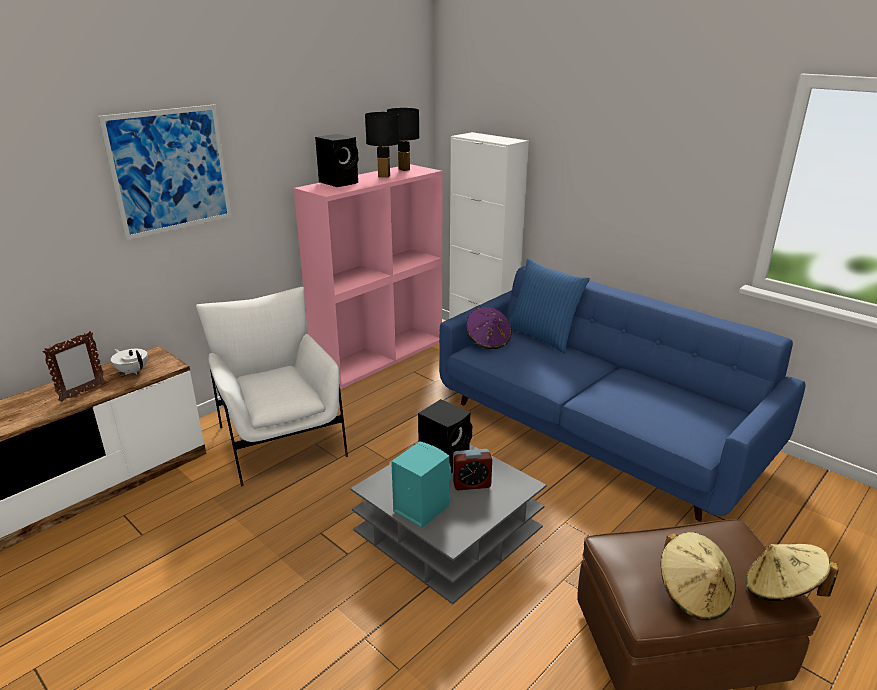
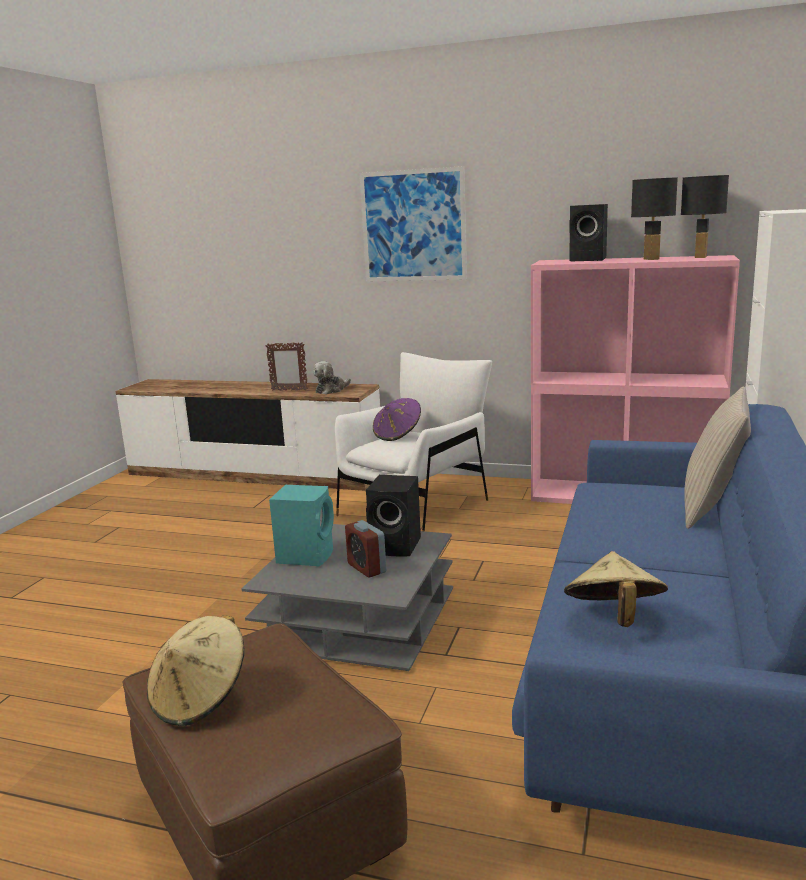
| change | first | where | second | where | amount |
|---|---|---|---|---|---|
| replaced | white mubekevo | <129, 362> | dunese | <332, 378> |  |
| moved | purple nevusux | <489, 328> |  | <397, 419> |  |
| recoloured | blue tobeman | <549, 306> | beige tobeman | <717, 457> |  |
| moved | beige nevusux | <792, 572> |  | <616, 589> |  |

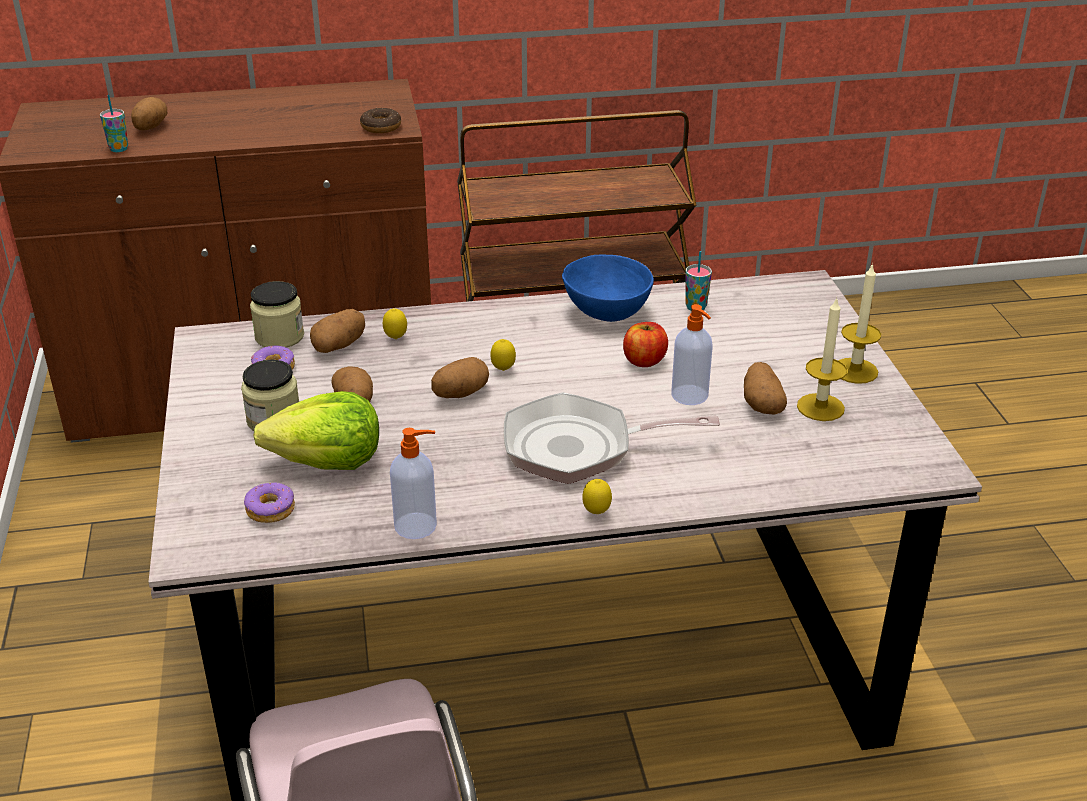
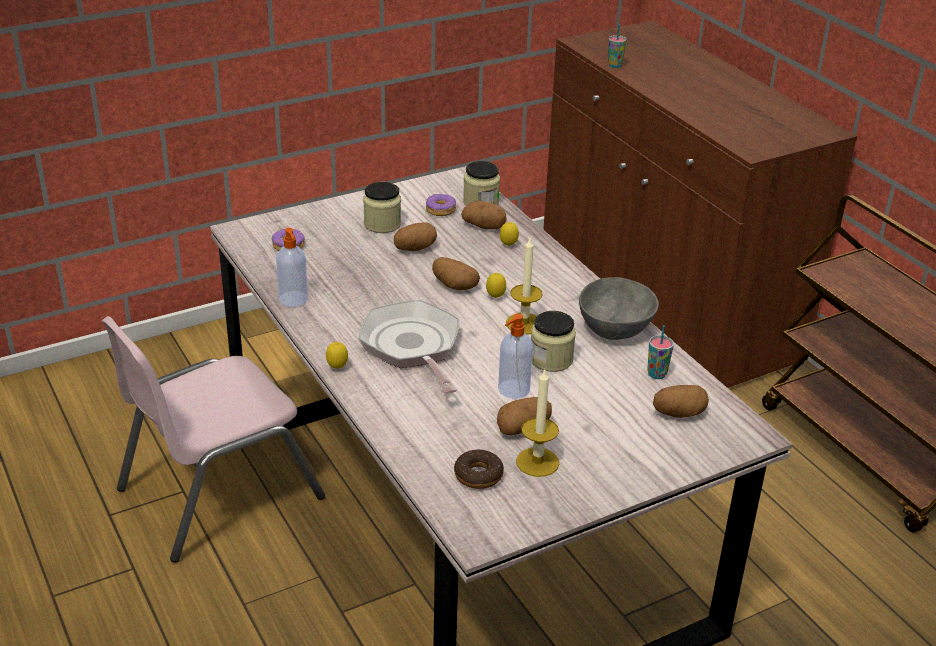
| change | first | where | second | where | amount |
|---|---|---|---|---|---|
| moved | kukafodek | <149, 113> |  | <681, 401> |  |
| removed | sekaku | <316, 430> |  |  |  |
| moved | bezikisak | <380, 120> |  | <479, 469> |  |
| recoloured | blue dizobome | <608, 288> | grey dizobome | <619, 308> |  |
| replaced | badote | <645, 344> | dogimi | <553, 341> |  |
| moved | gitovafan | <859, 323> |  | <524, 286> |  |

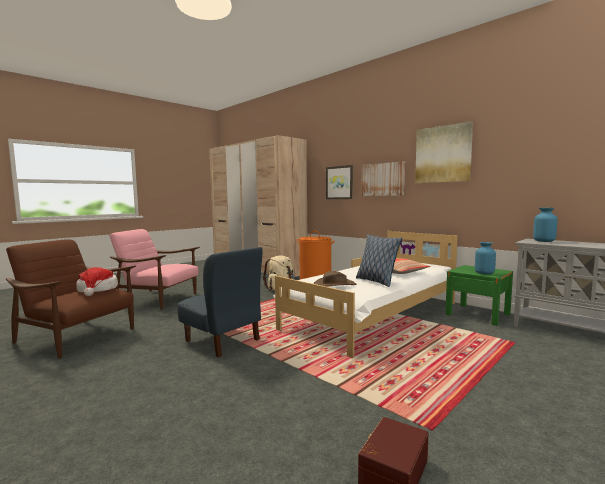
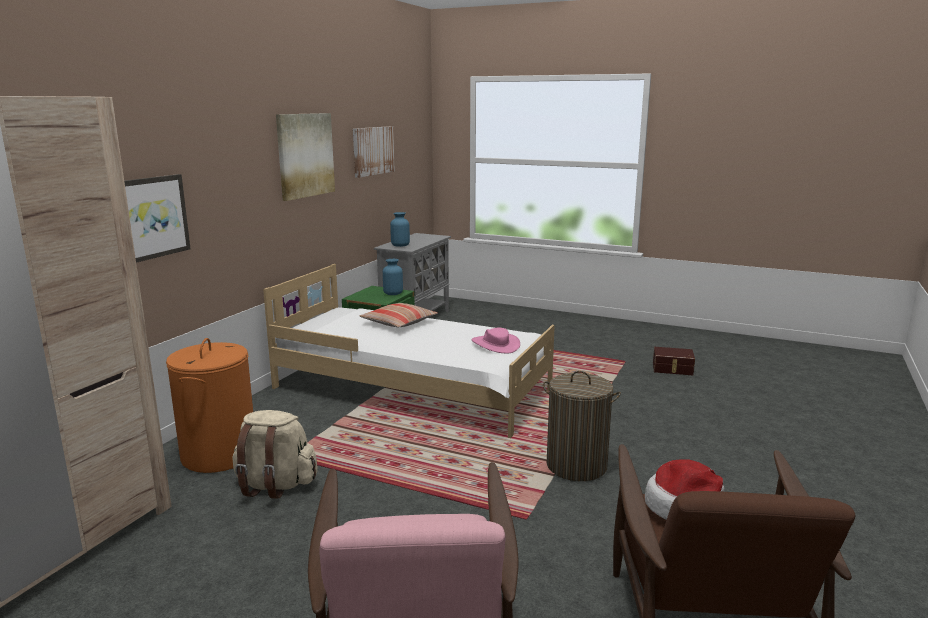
| change | first | where | second | where | amount |
|---|---|---|---|---|---|
| replaced | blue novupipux | <220, 302> | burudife | <582, 426> |  |
| recoloured | brown nevusux | <334, 279> | pink nevusux | <496, 341> |  |
| removed | tobeman | <379, 260> |  |  |  |
| moved | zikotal | <383, 178> |  | <374, 152> |  |

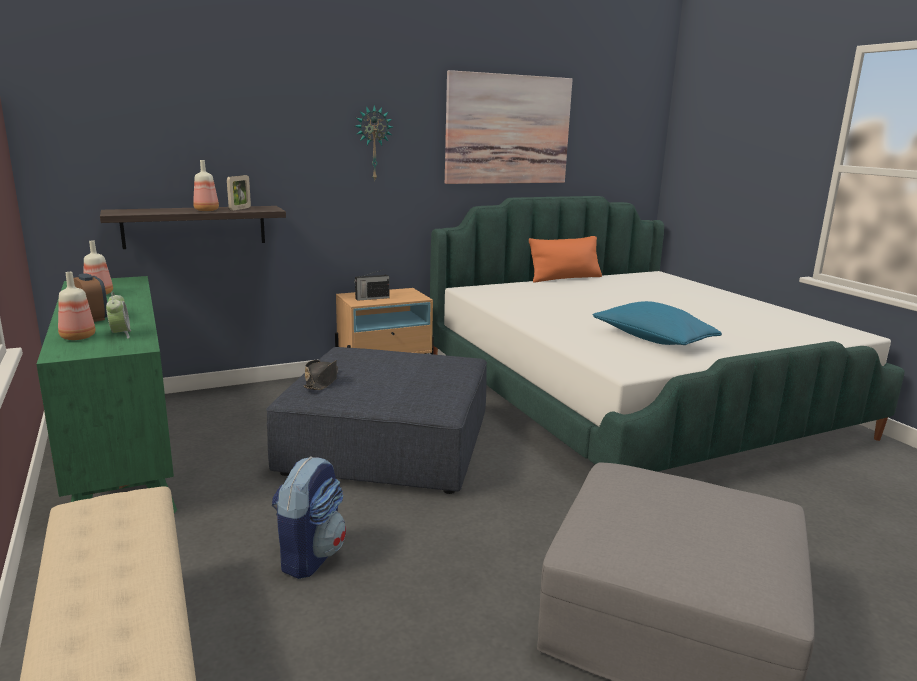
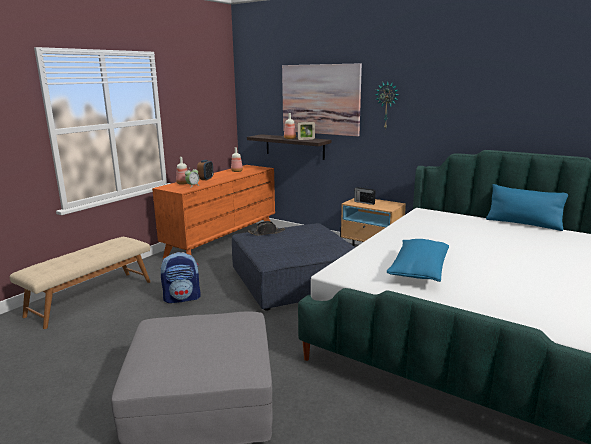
| change | first | where | second | where | amount |
|---|---|---|---|---|---|
| recoloured | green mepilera | <106, 394> | orange mepilera | <213, 212> |  |
| moved | zikotal | <509, 127> |  | <322, 99> |  |
| recoloured | orange tobeman | <565, 259> | blue tobeman | <527, 207> |  |

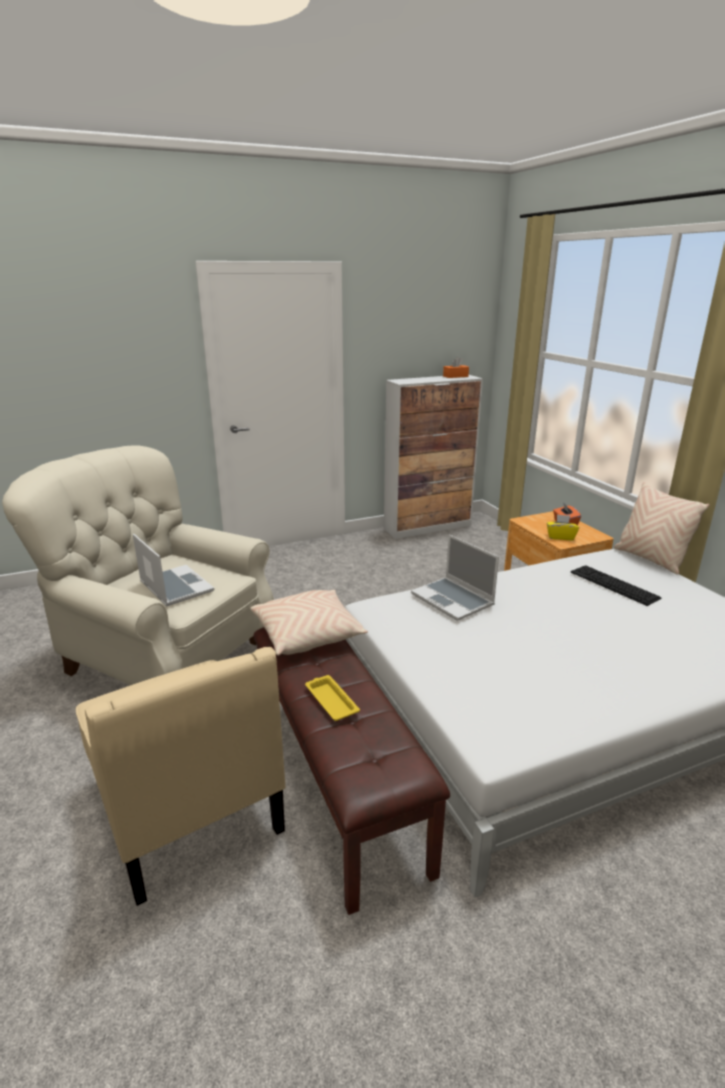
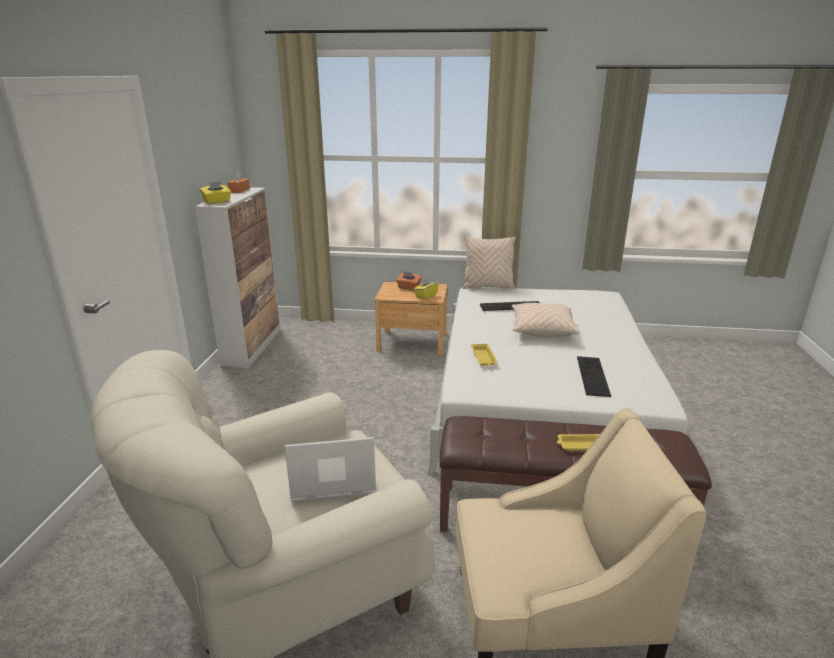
| change | first | where | second | where | amount |
|---|---|---|---|---|---|
| moved | beige tobeman | <309, 623> |  | <546, 320> |  |
| replaced | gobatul | <455, 577> | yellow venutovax | <484, 355> |  |
| added |  |  | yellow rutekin | <215, 193> |  |
| added |  |  | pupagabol | <594, 376> |  |

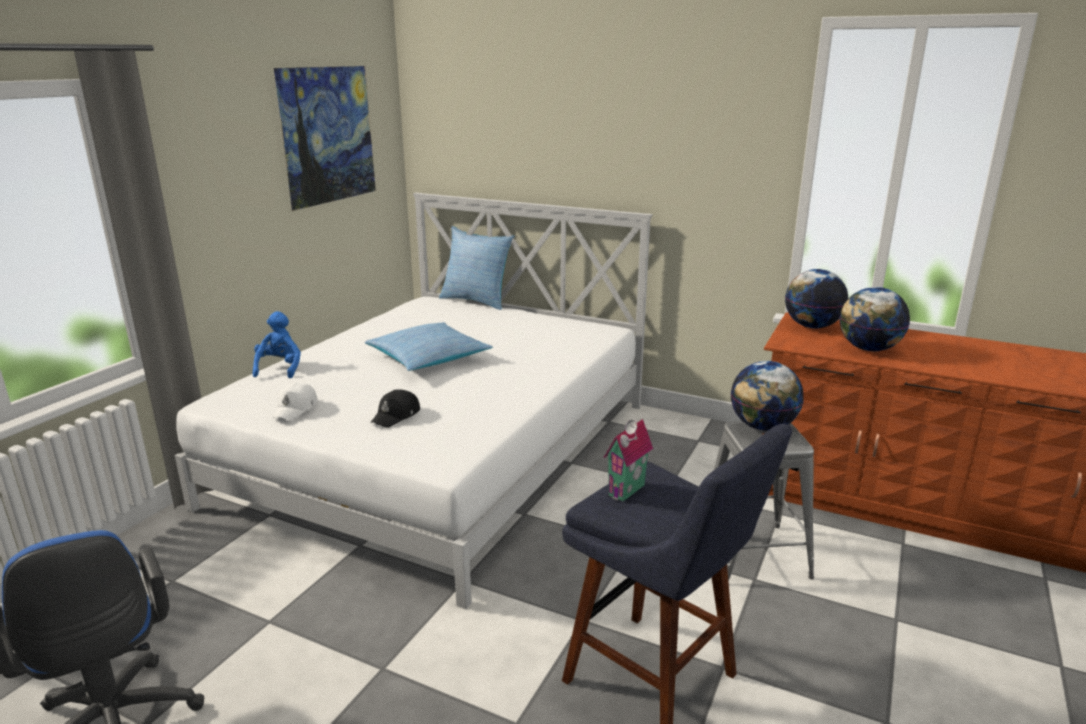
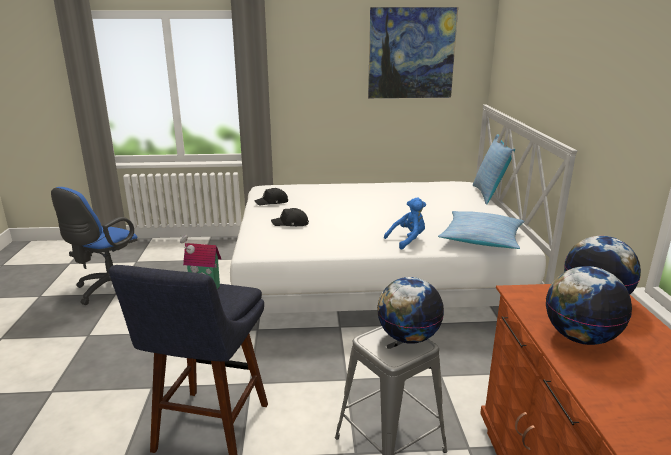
| change | first | where | second | where | amount |
|---|---|---|---|---|---|
| moved | blue dunese | <277, 344> |  | <405, 223> |  |
| recoloured | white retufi | <295, 401> | black retufi | <271, 197> |  |
| moved | tobeman | <429, 346> |  | <481, 230> |  |

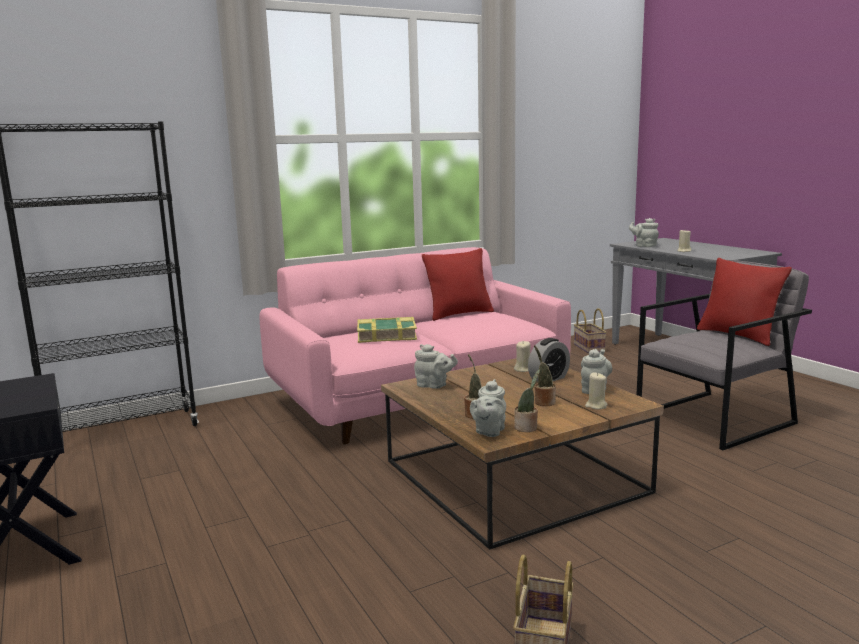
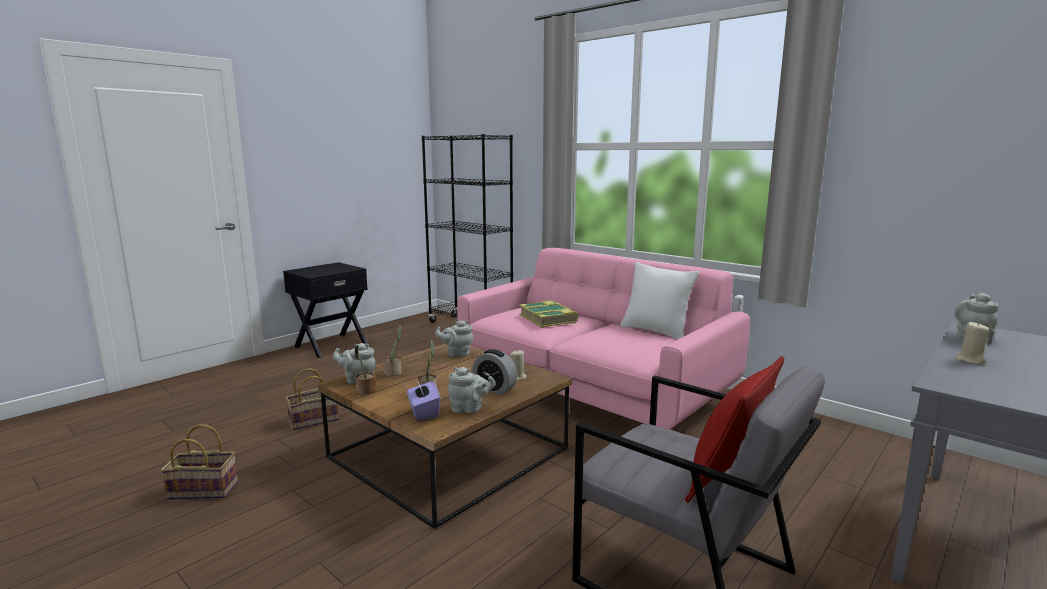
| change | first | where | second | where | amount |
|---|---|---|---|---|---|
| turned | grey mubekevo | <436, 366> |  | <454, 338> | 75 degrees clockwise |
| recoloured | red tobeman | <458, 284> | white tobeman | <659, 301> |  |
| moved | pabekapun | <590, 330> |  | <312, 399> |  |
| replaced | beige gitovafan | <596, 390> | purple rutekin | <423, 399> |  |

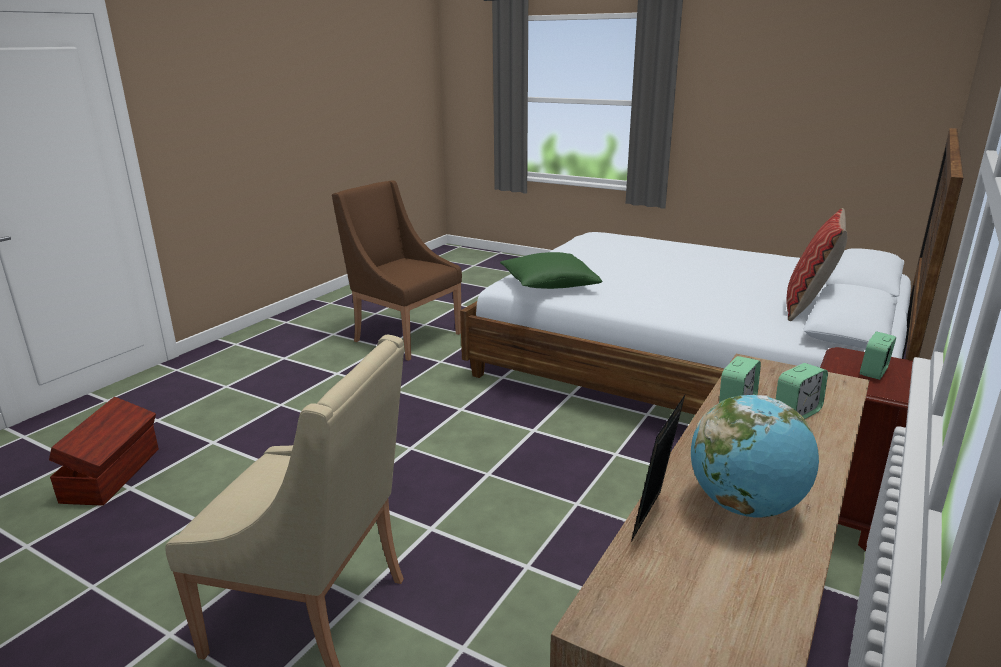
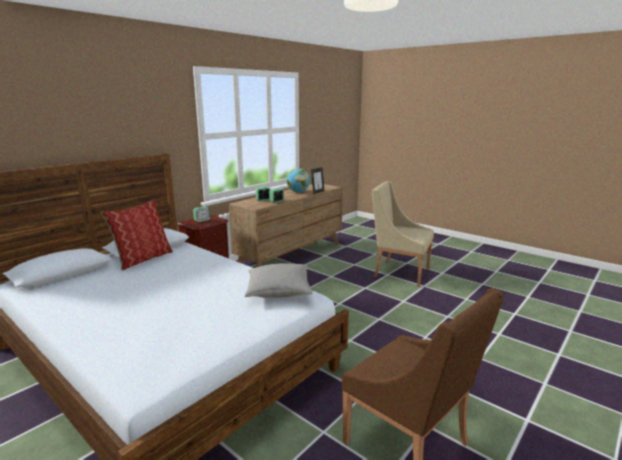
| change | first | where | second | where | amount |
|---|---|---|---|---|---|
| removed | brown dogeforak | <104, 451> |  |  |  |
| recoloured | green tobeman | <551, 270> | grey tobeman | <279, 281> |  |

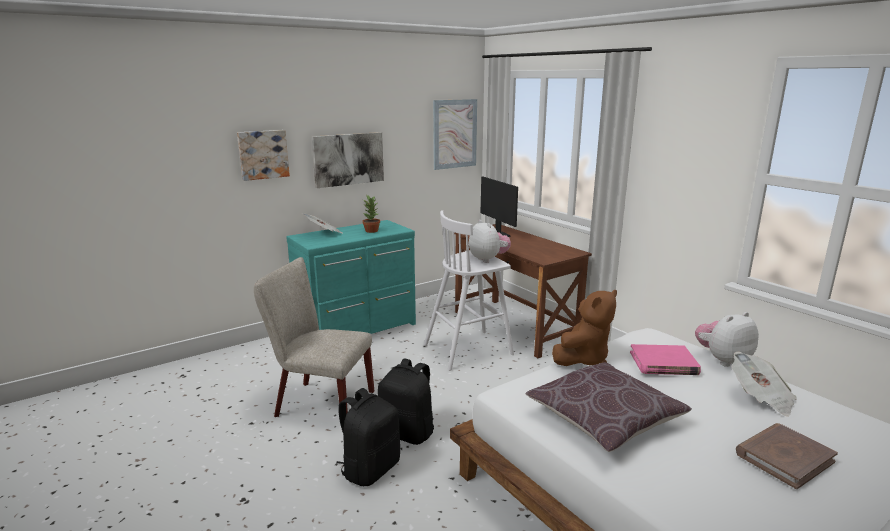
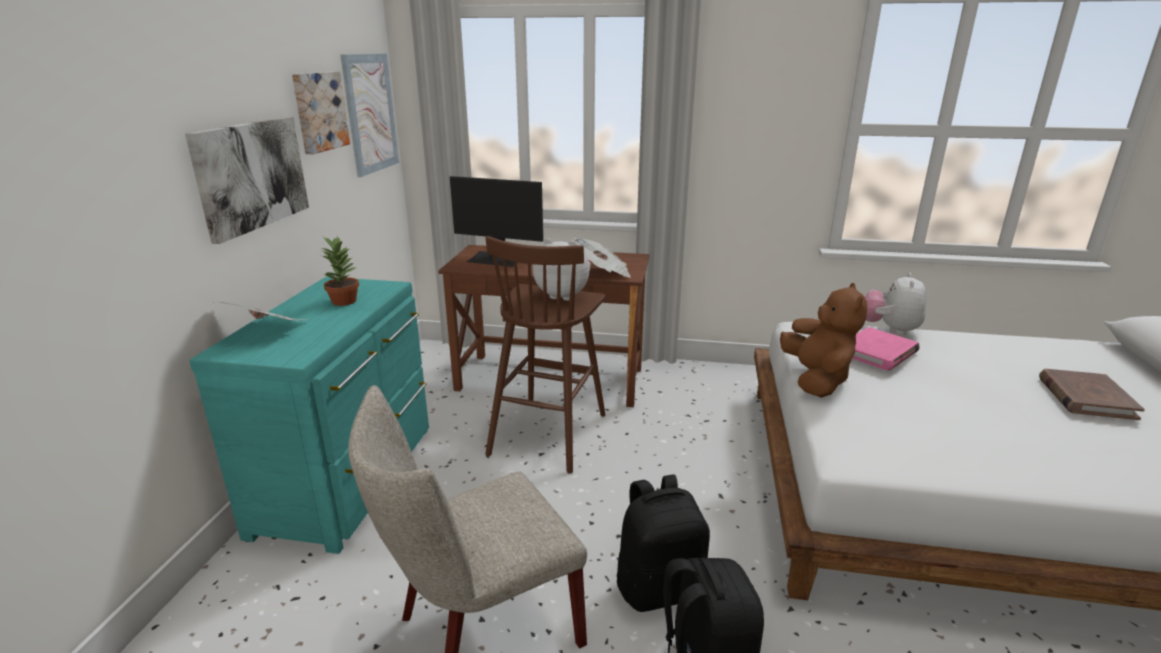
| change | first | where | second | where | amount |
|---|---|---|---|---|---|
| moved | zikotal | <263, 155> |  | <321, 112> |  |
| recoloured | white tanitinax | <469, 290> | brown tanitinax | <545, 355> |  |
| removed | brown tobeman | <608, 407> |  |  |  |
| moved | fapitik | <764, 383> |  | <602, 257> |  |

